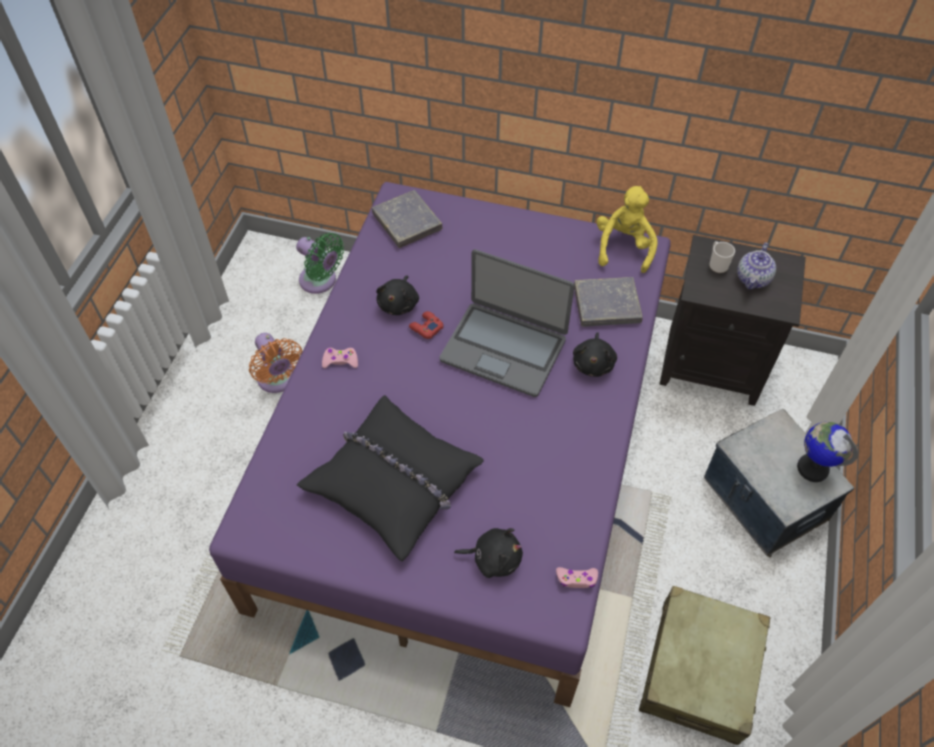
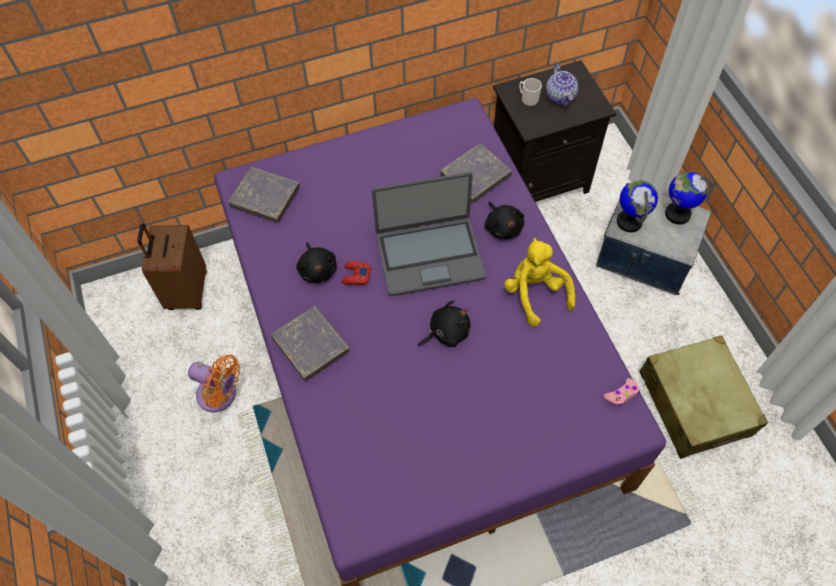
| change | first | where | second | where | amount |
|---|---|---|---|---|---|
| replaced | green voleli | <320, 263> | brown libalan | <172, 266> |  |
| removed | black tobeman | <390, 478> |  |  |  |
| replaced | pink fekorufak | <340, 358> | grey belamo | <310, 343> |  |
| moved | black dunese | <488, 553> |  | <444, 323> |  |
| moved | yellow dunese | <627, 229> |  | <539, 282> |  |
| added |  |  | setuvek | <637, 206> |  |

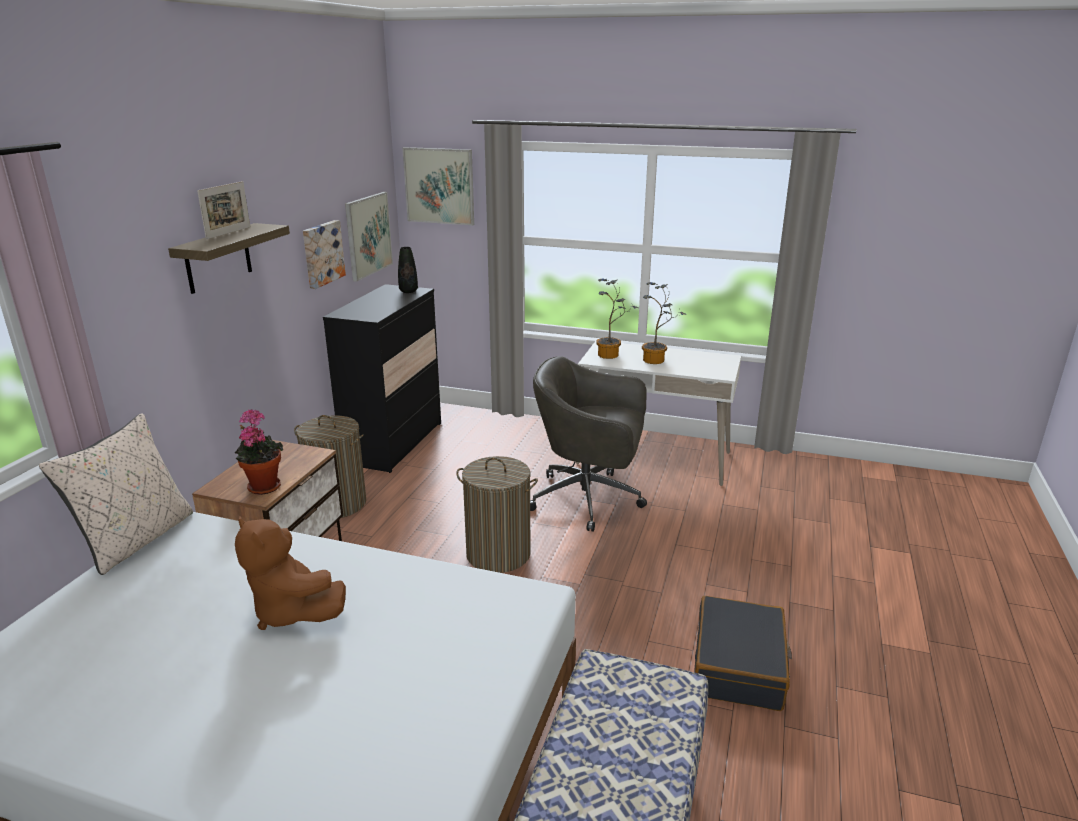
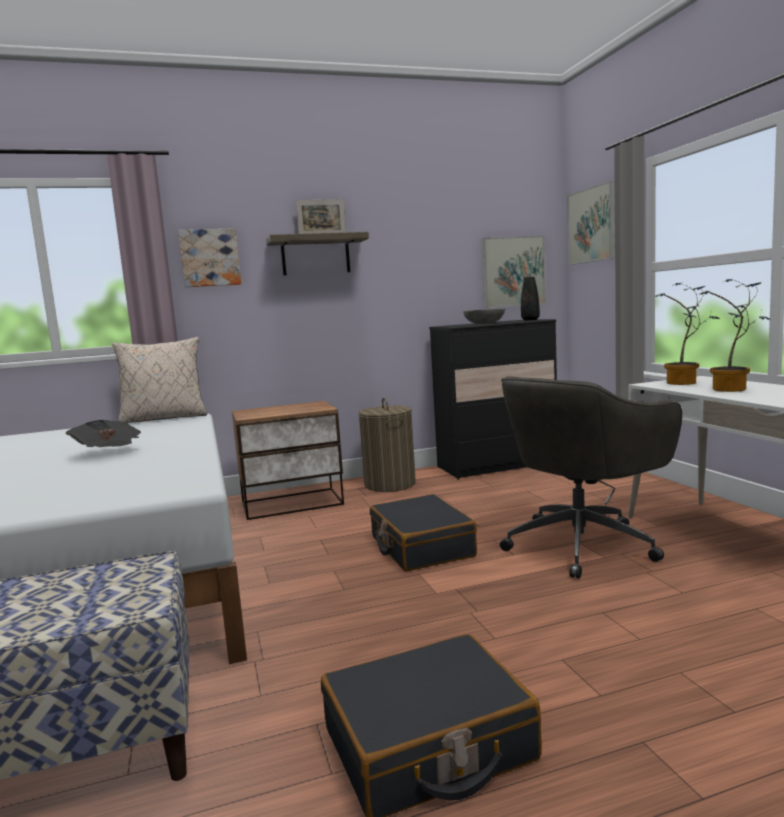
| change | first | where | second | where | amount |
|---|---|---|---|---|---|
| removed | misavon | <258, 452> |  |  |  |
| replaced | brown dunese | <290, 573> | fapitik | <103, 433> |  |
| moved | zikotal | <324, 254> |  | <209, 257> |  |
| replaced | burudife | <497, 514> | black libalan | <423, 533> |  |
| turned | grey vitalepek | <588, 444> |  | <591, 477> | 105 degrees counterclockwise |
| added |  |  | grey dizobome | <484, 316> |  |

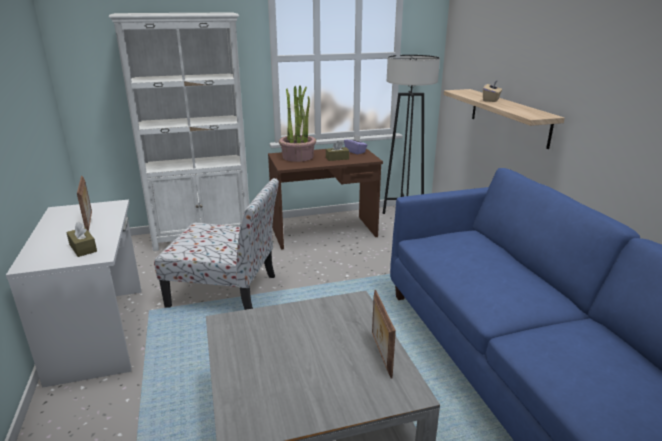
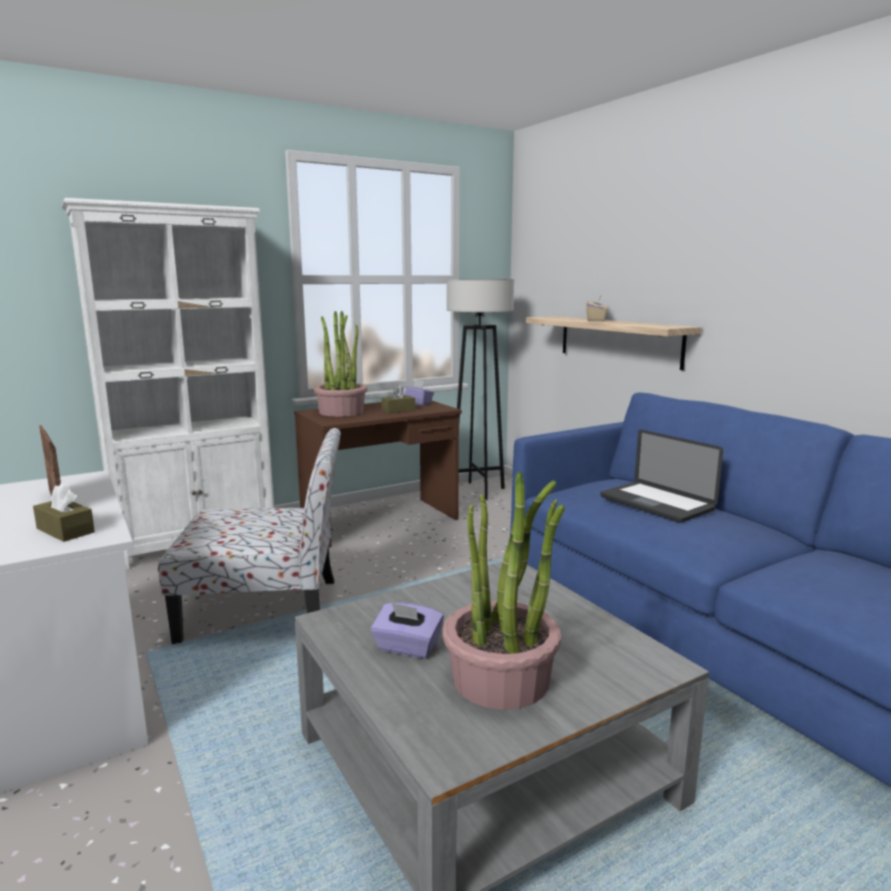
| change | first | where | second | where | amount |
|---|---|---|---|---|---|
| removed | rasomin | <384, 334> |  |  |  |
| added |  |  | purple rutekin | <407, 630> |  |
| added |  |  | misavon | <503, 590> |  |
| added |  |  | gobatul | <661, 476> |  |

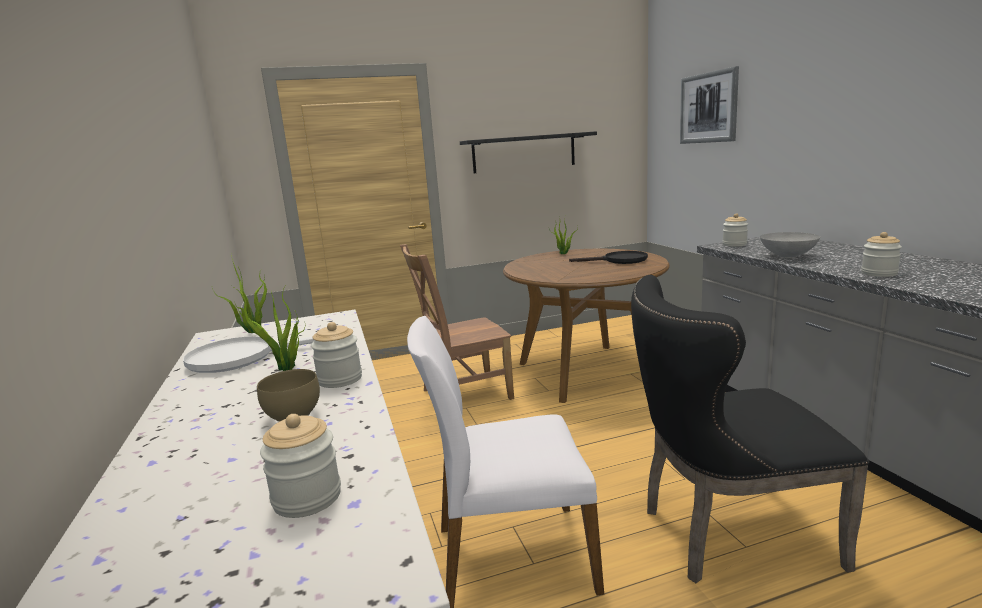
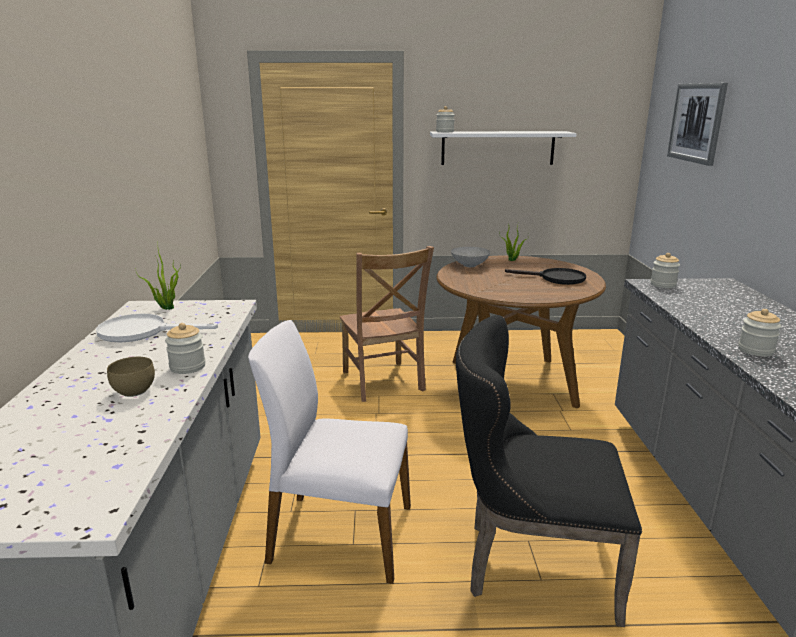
| change | first | where | second | where | amount |
|---|---|---|---|---|---|
| removed | misavon | <268, 327> |  |  |  |
| moved | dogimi | <300, 466> |  | <445, 119> |  |
| turned | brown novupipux | <457, 322> |  | <387, 324> | 105 degrees counterclockwise |
| recoloured | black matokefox | <528, 152> | white matokefox | <503, 148> |  |
| moved | grey dizobome | <790, 245> |  | <470, 257> |  |

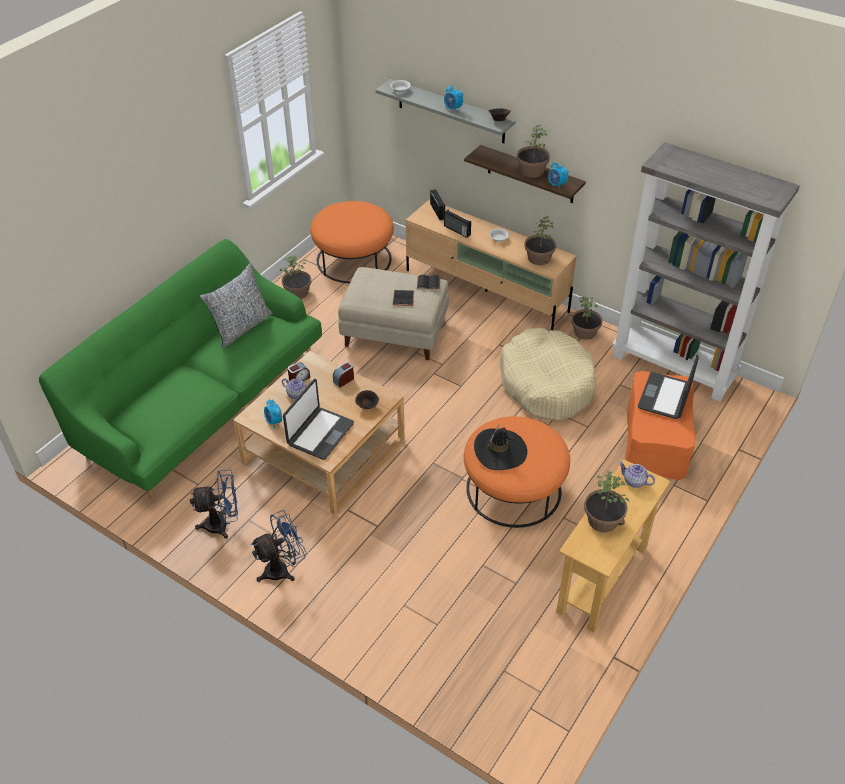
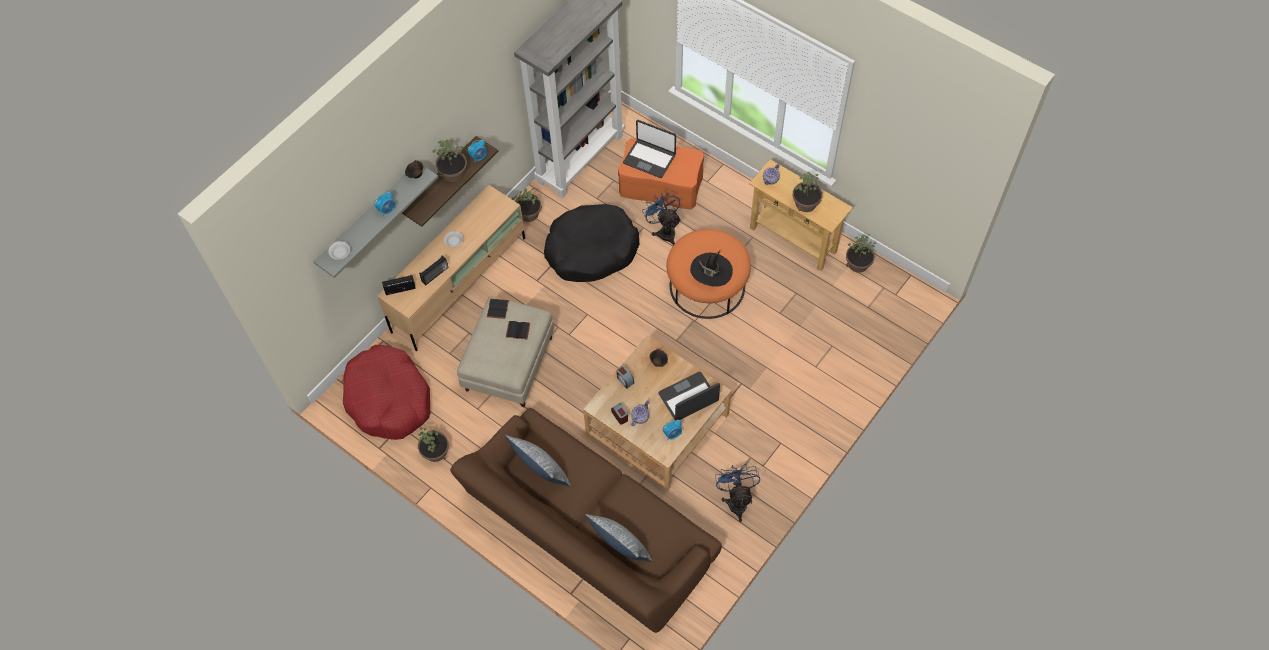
| change | first | where | second | where | amount |
|---|---|---|---|---|---|
| recoloured | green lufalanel | <180, 369> | brown lufalanel | <586, 520> |  |
| moved | blue voleli | <278, 546> |  | <661, 217> |  |
| turned | gobatul | <318, 419> |  | <689, 396> | 60 degrees counterclockwise |
| replaced | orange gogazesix | <352, 242> | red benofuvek | <386, 392> |  |
| recoloured | beige benofuvek | <548, 374> | black benofuvek | <592, 243> |  |
| moved | misavon | <540, 240> |  | <861, 254> |  |
| added |  |  | tobeman | <618, 538> |  |

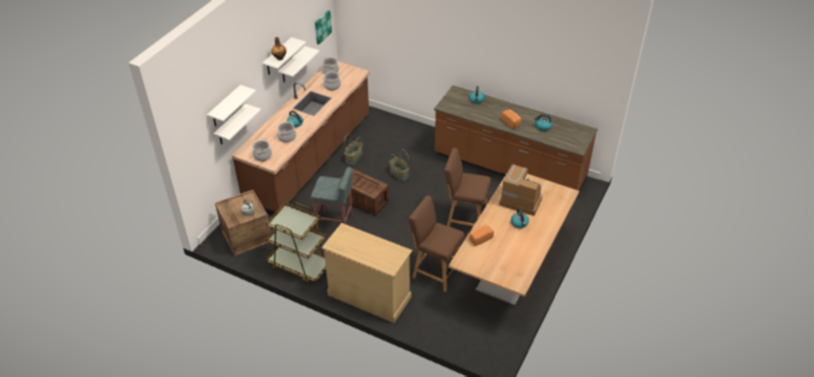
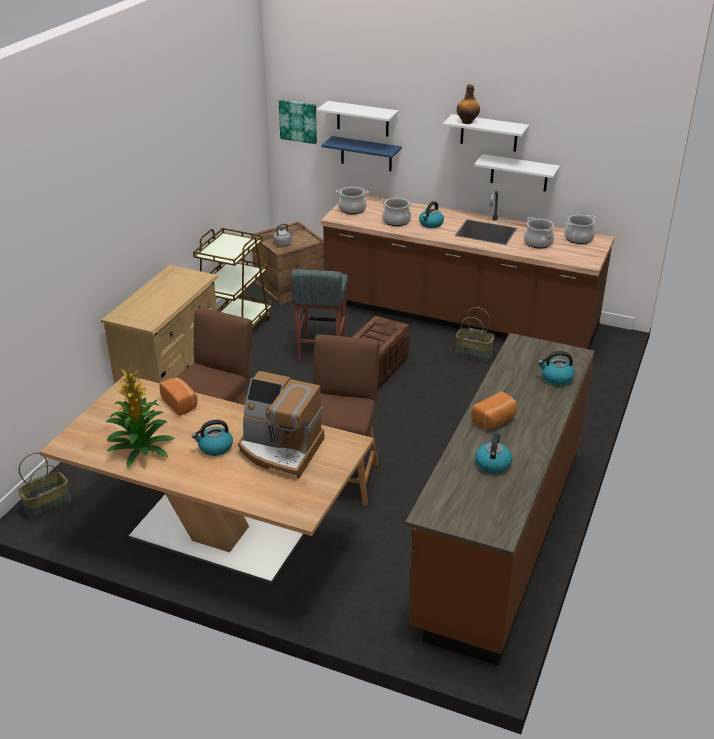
| change | first | where | second | where | amount |
|---|---|---|---|---|---|
| recoloured | white matokefox | <237, 124> | blue matokefox | <361, 153> |  |
| moved | zikotal | <323, 27> |  | <298, 122> |  |
| moved | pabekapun | <399, 165> |  | <44, 485> |  |
| turned | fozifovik | <521, 190> |  | <281, 425> | 90 degrees clockwise |
| added |  |  | misavon | <140, 416> |  |

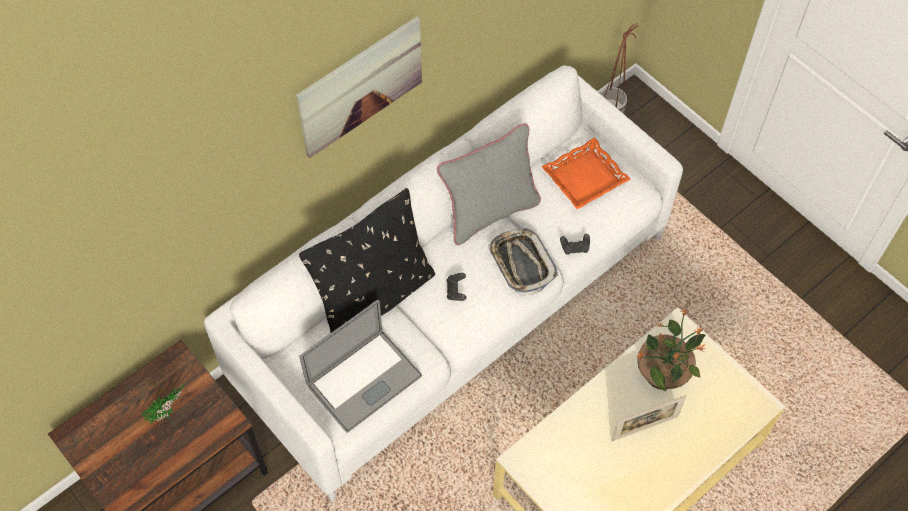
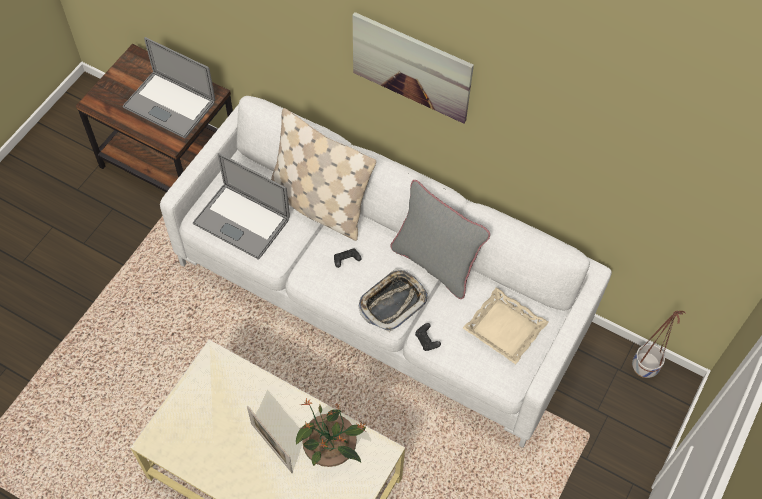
| change | first | where | second | where | amount |
|---|---|---|---|---|---|
| replaced | misavon | <163, 403> | gobatul | <169, 88> |  |
| recoloured | black tobeman | <367, 260> | beige tobeman | <323, 174> |  |
| recoloured | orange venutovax | <585, 173> | beige venutovax | <506, 325> |  |

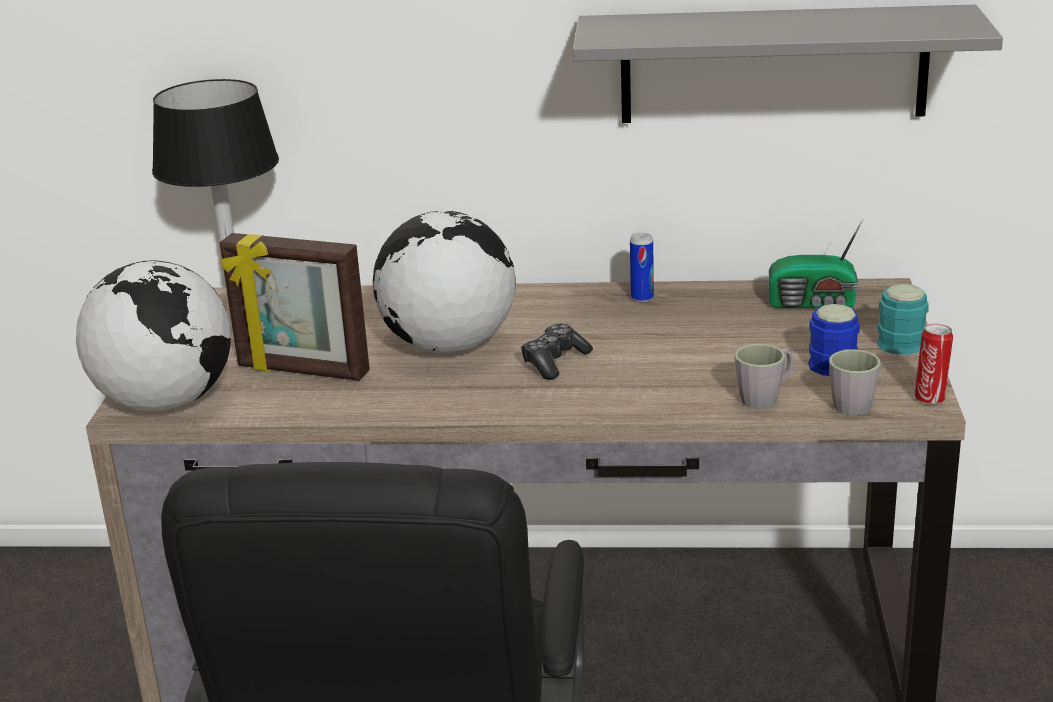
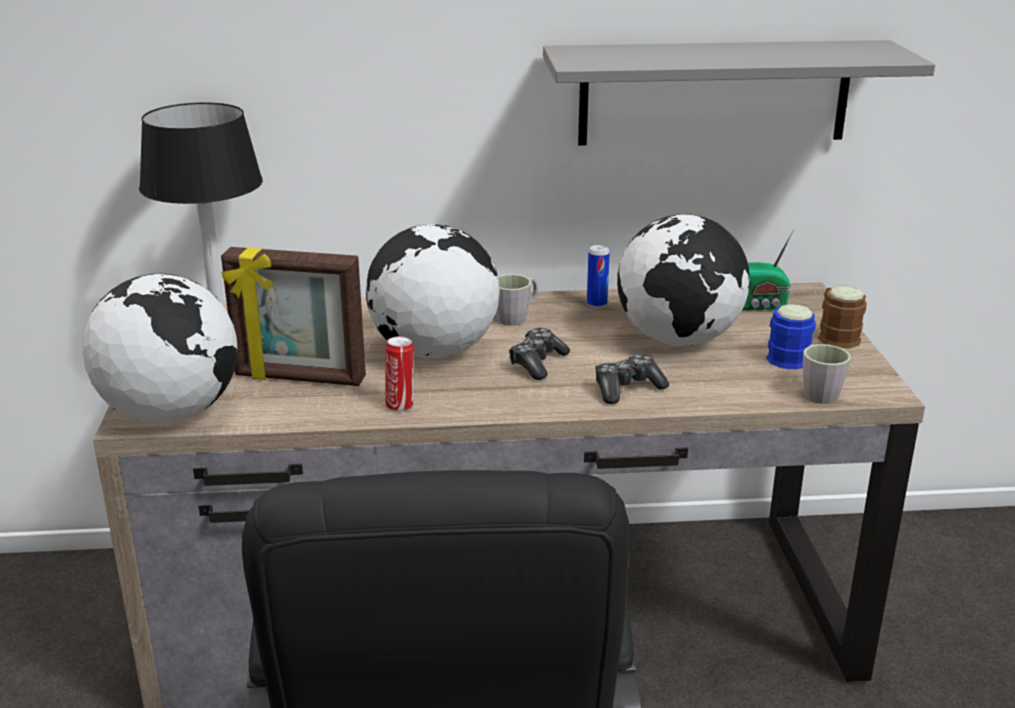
| change | first | where | second | where | amount |
|---|---|---|---|---|---|
| moved | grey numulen | <763, 376> |  | <517, 300> |  |
| recoloured | turquoise numulen | <902, 319> | brown numulen | <842, 317> |  |
| moved | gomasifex | <933, 364> |  | <400, 373> |  |
| added |  |  | fekorufak | <632, 379> |  |
| added |  |  | setuvek | <683, 280> |  |

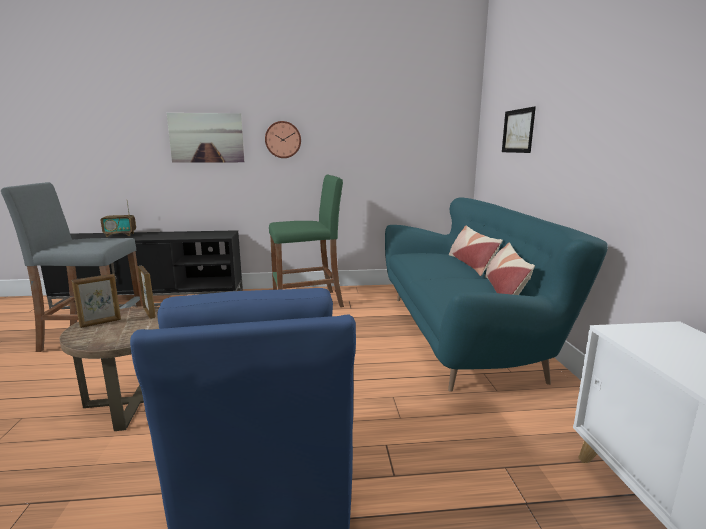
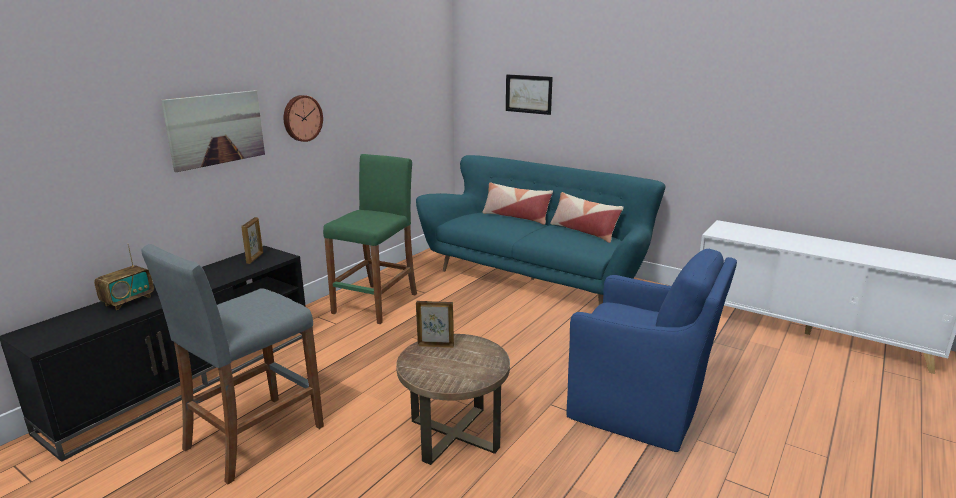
| change | first | where | second | where | amount |
|---|---|---|---|---|---|
| moved | rasomin | <96, 301> |  | <252, 240> |  |

